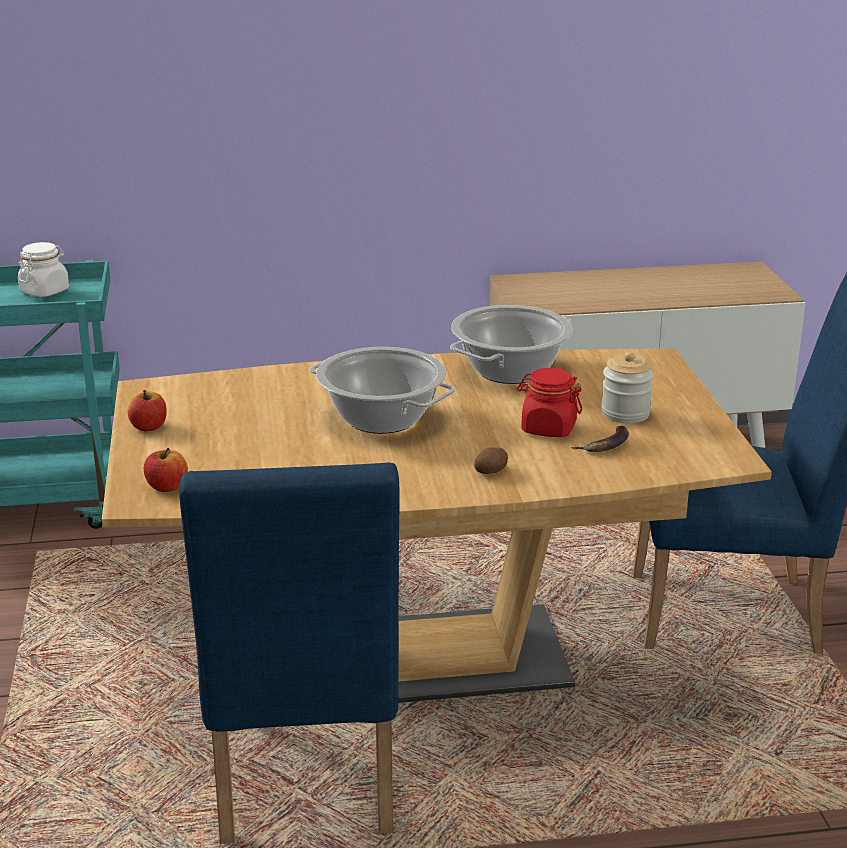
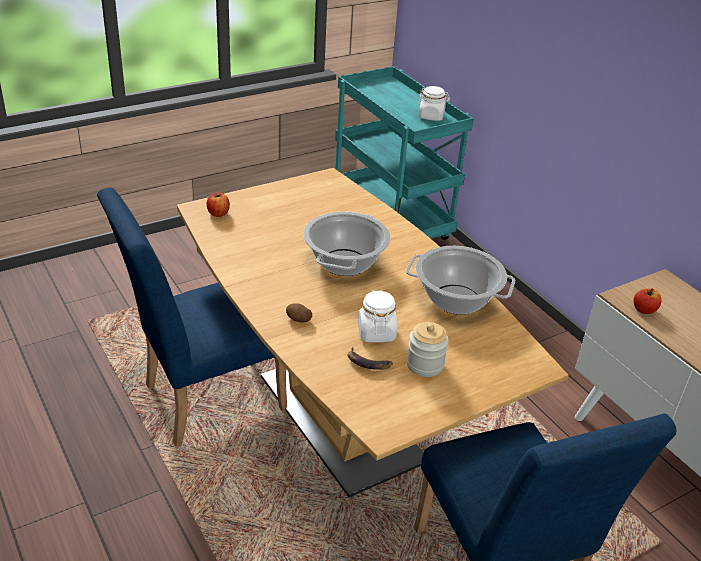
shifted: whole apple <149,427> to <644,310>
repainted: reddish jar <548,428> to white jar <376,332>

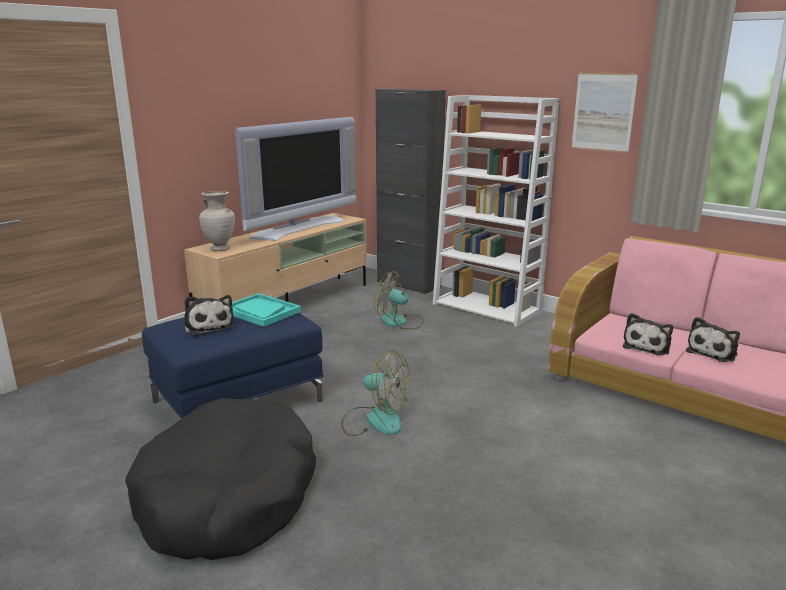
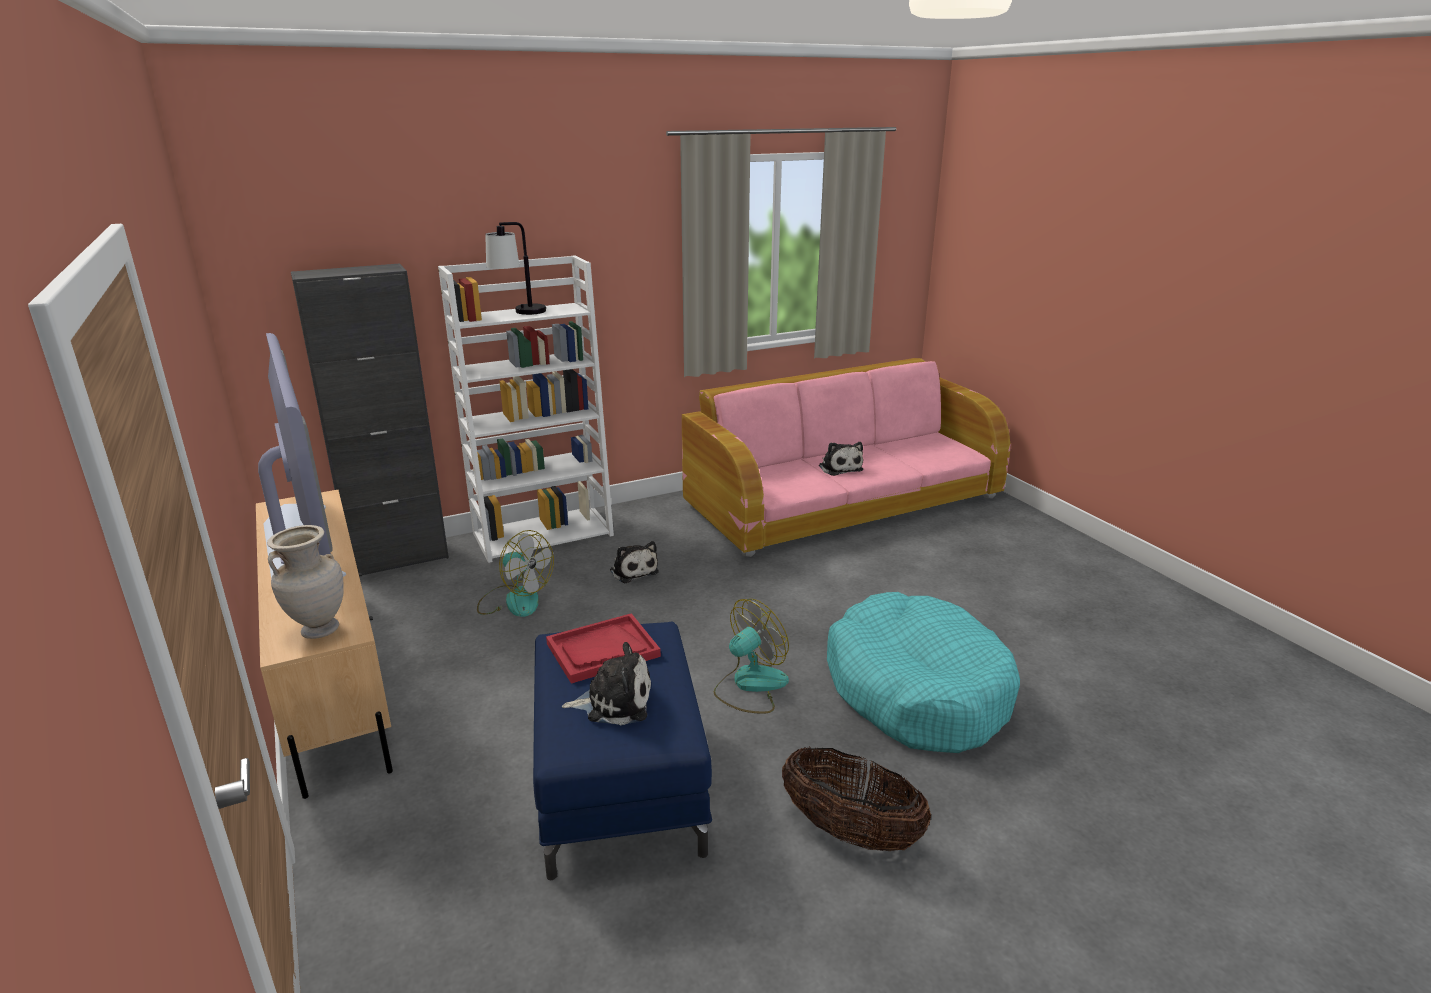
gone: wall art <603,112>
new: lamp for a table <520,314>; turquoise-coloured dog bed <916,690>
shifted: cuddly toy <647,346> to <633,571>
swapped: blackish dog bed <228,497> to basket <850,832>
repainted: turquoise-coloured serving tray <261,312> to reddish serving tray <602,650>
rotated: electric fan <399,322> = <514,600> 105 degrees counterclockwise

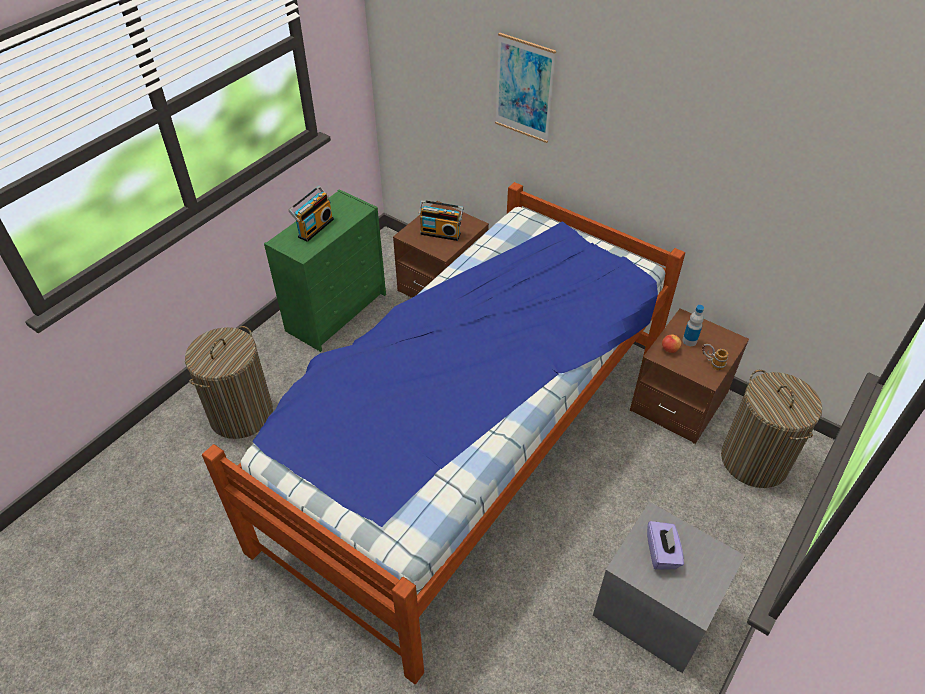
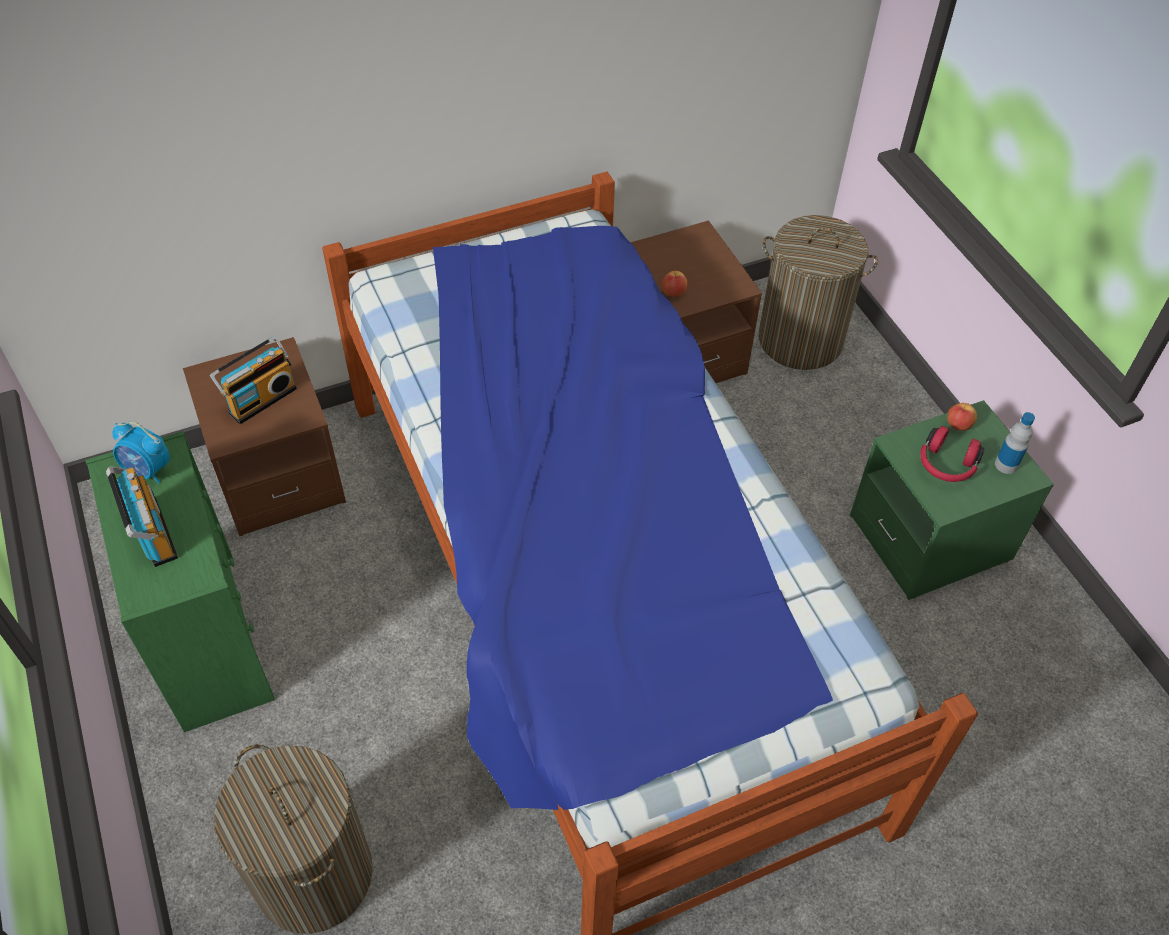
gone: wall art <524,88>; tea mug <711,363>
new: alarm clock <148,471>; whole apple <958,425>
shifted: drink bottle <689,341> to <1006,465>
swapped: purplish box of tissues <662,553> to reddish pair of headphones <946,465>
repainted: gray night table <656,610> to greenish night table <930,538>

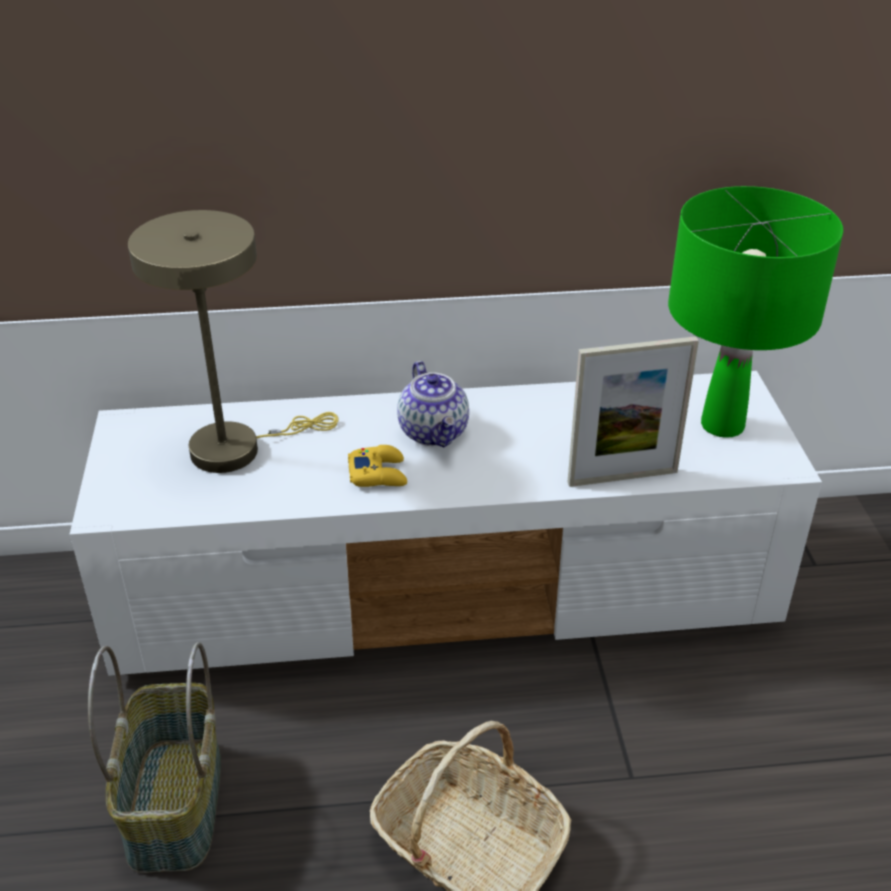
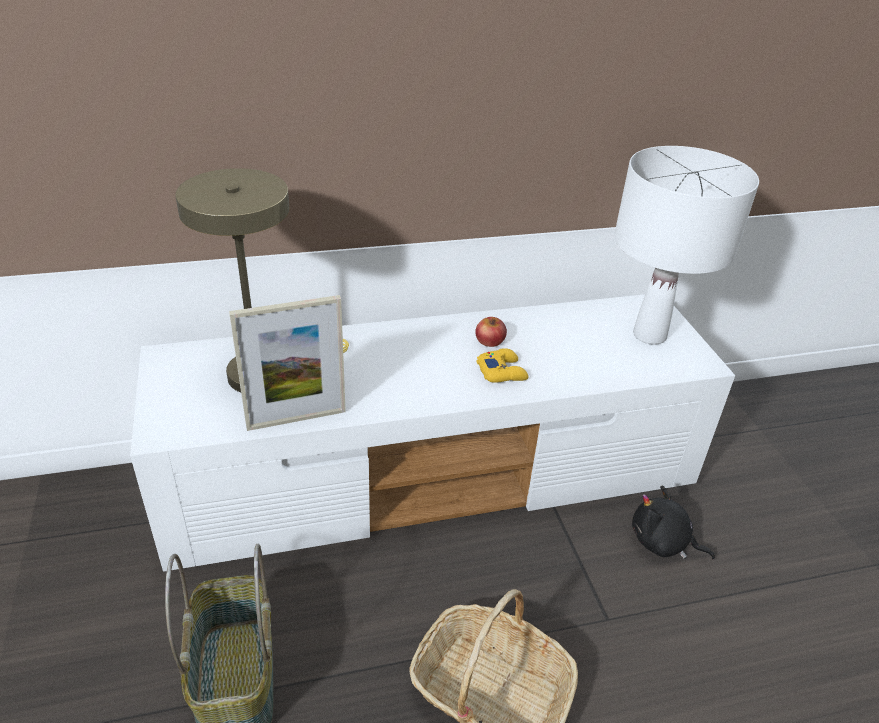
gone: pot for tea <434,432>
new: whole apple <490,341>; blackish cuddly toy <663,542>
shifted: yellow-coloured game controller <378,473> to <502,371>; photo frame <622,477> to <296,419>
repainted: greenish lamp for a table <721,425> to white lamp for a table <649,335>

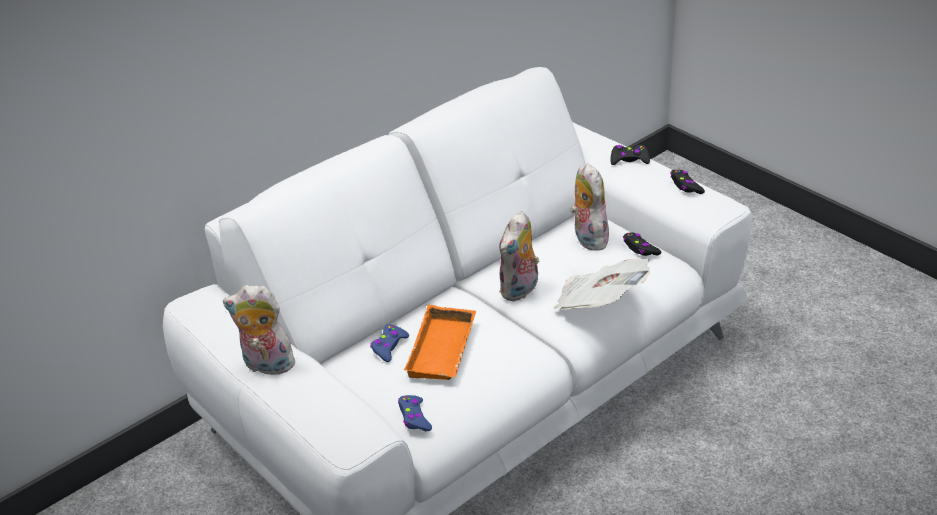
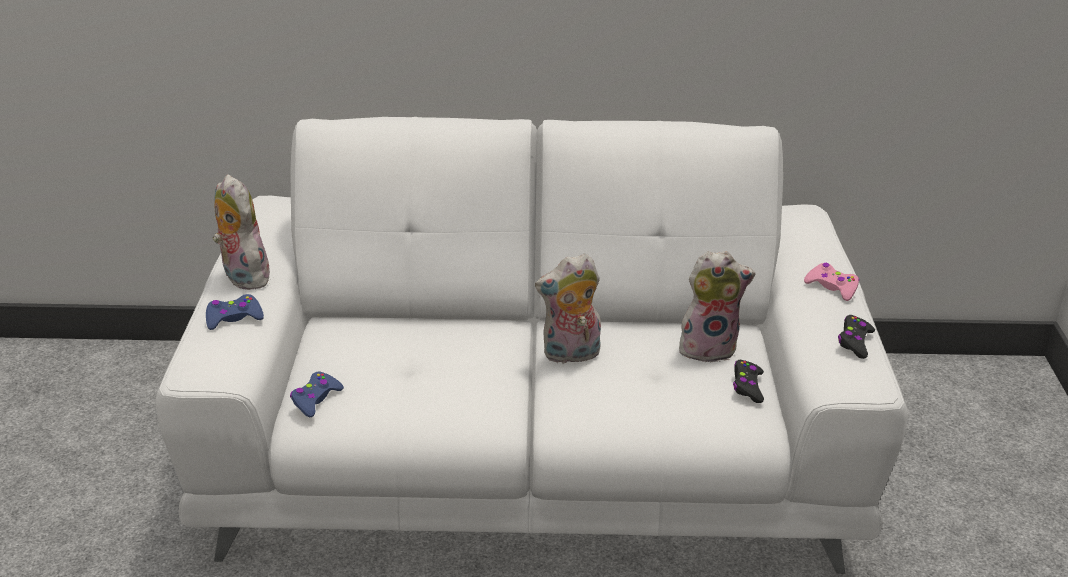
gone: orange-coloured serving tray <444,351>; newspaper <600,304>
shifted: blue game controller <389,347> to <233,318>
repainted: blackish game controller <629,159> to pink-coloured game controller <832,287>
rotated: cuddly toy <587,238> = <709,347> 60 degrees clockwise

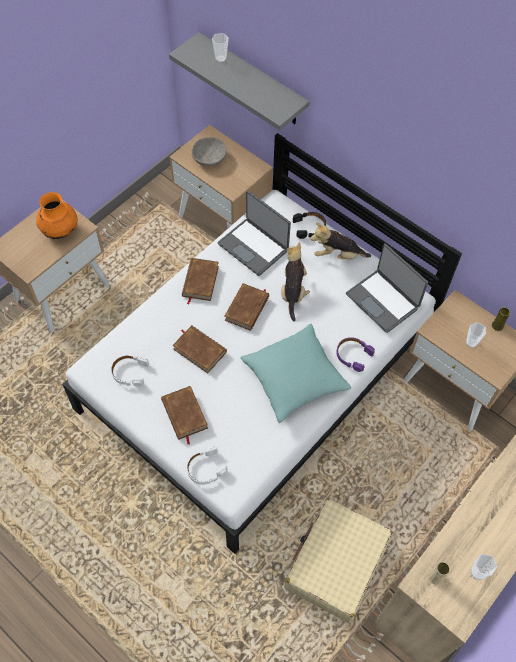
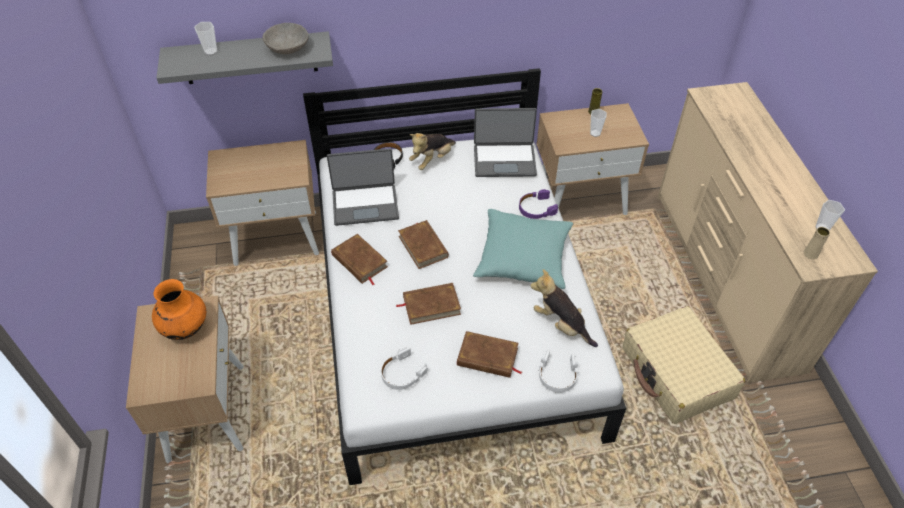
shifted: gray bowl <209,158> to <287,48>; cuddly toy <293,292> to <561,324>

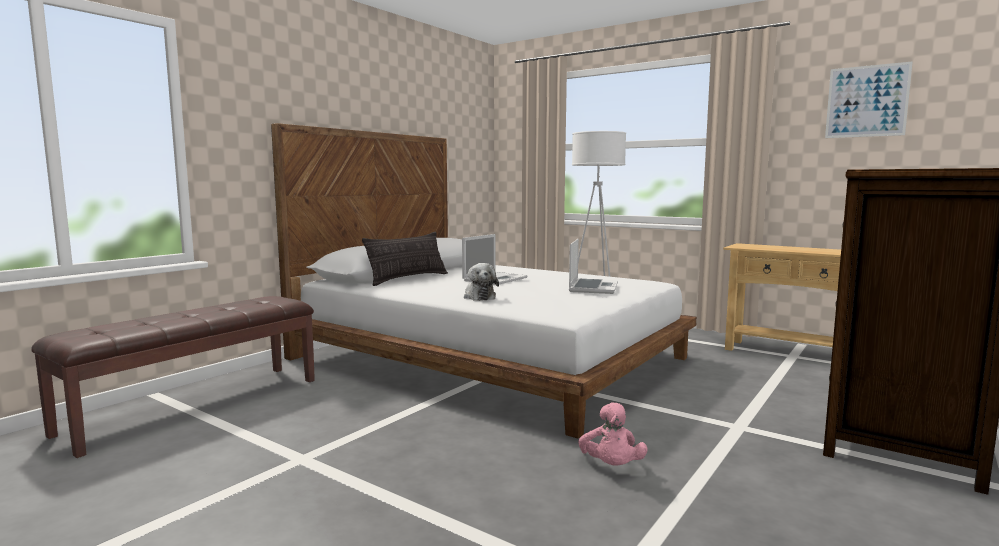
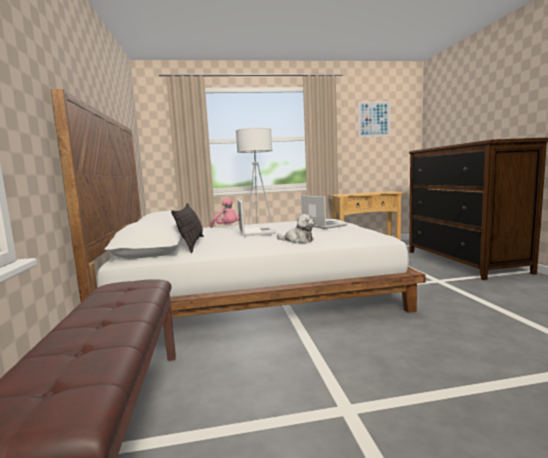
shifted: pink-coloured cuddly toy <611,466> to <227,227>

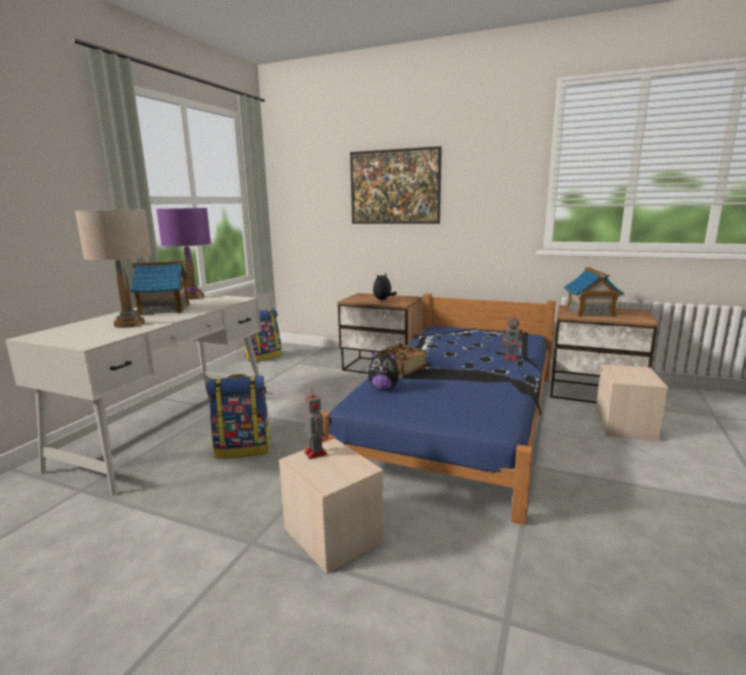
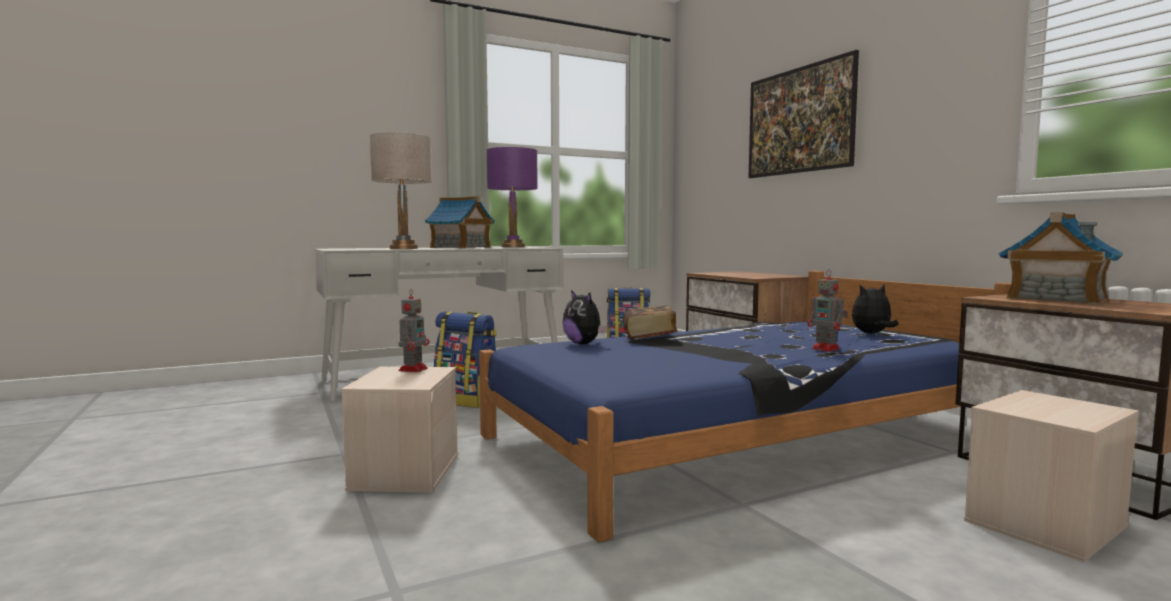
shifted: cuddly toy <383,299> to <872,333>

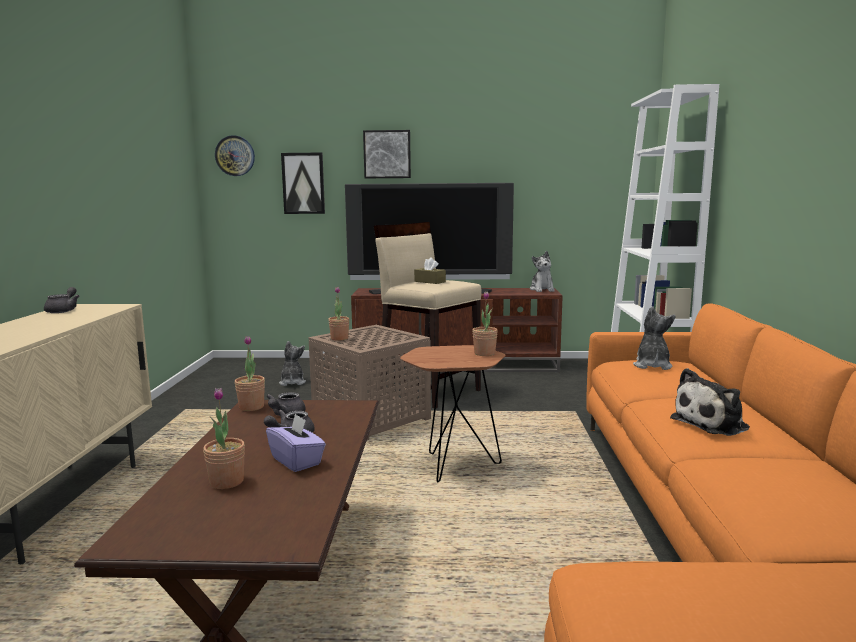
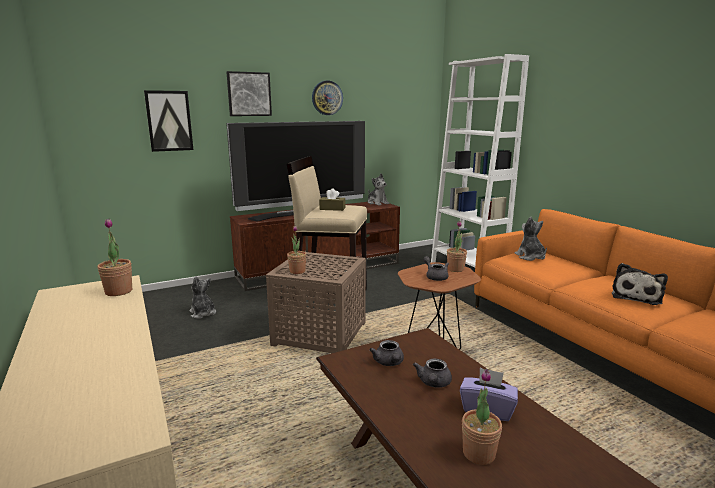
shifted: gray pot for tea <63,310> to <435,276>; wall clock <235,156> to <327,98>; plant in a pot <251,407> to <118,291>

